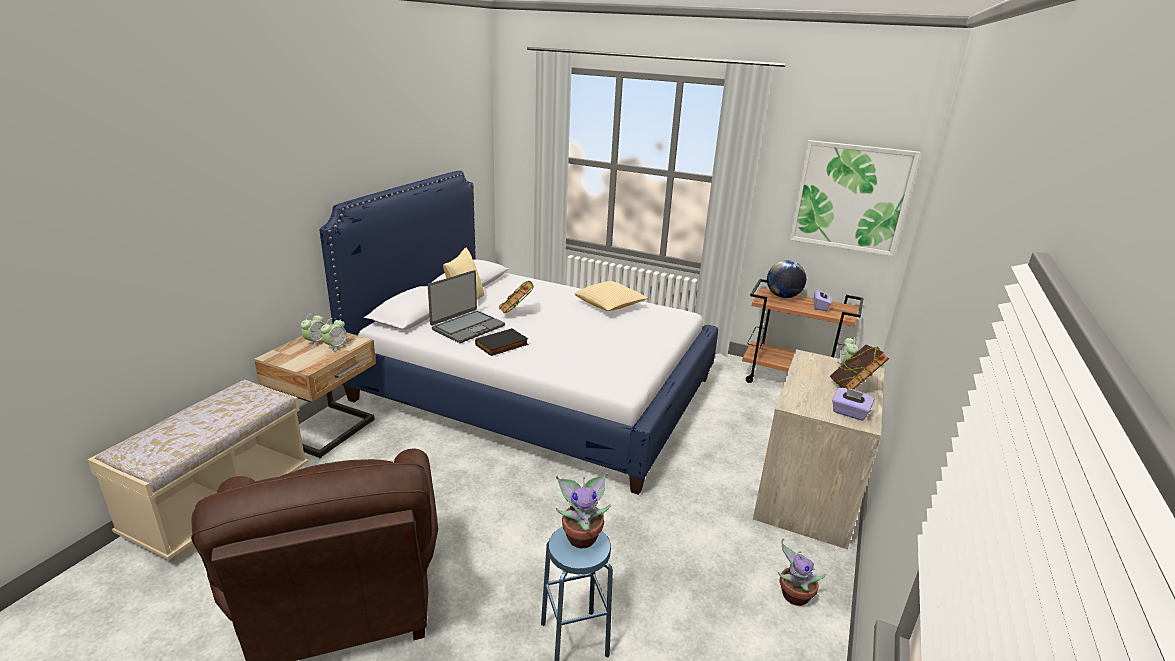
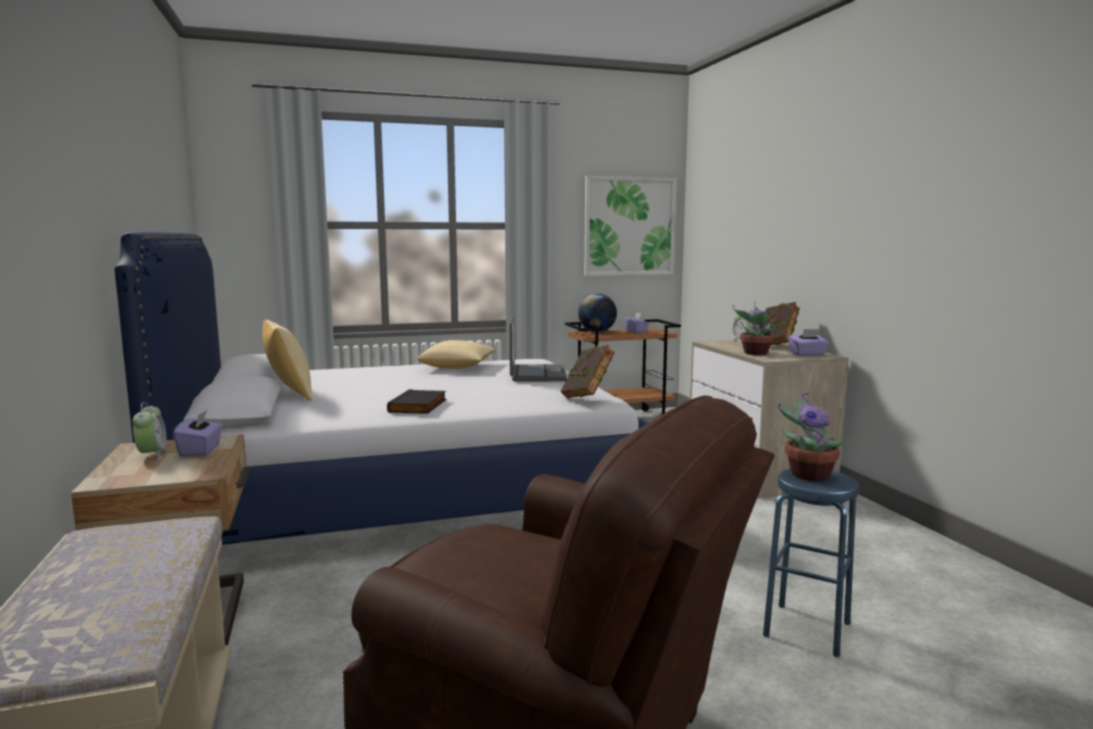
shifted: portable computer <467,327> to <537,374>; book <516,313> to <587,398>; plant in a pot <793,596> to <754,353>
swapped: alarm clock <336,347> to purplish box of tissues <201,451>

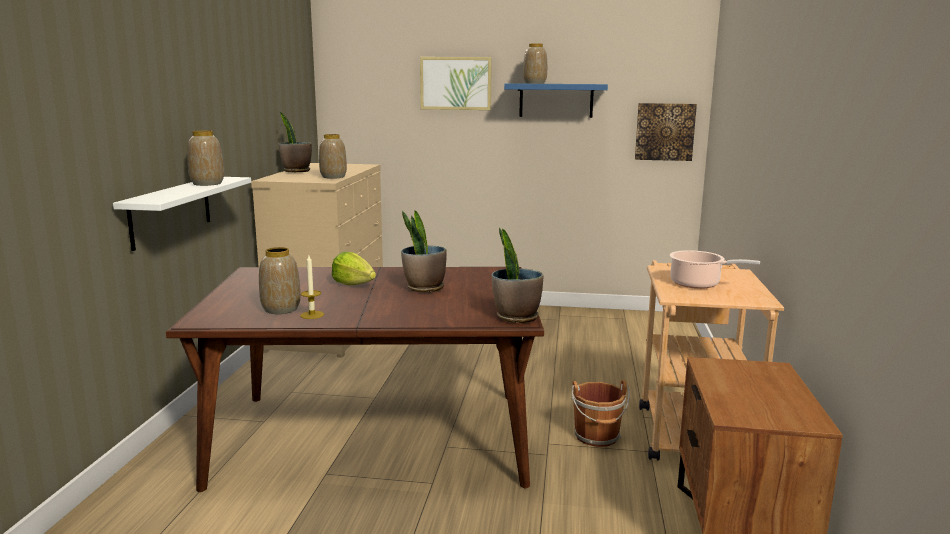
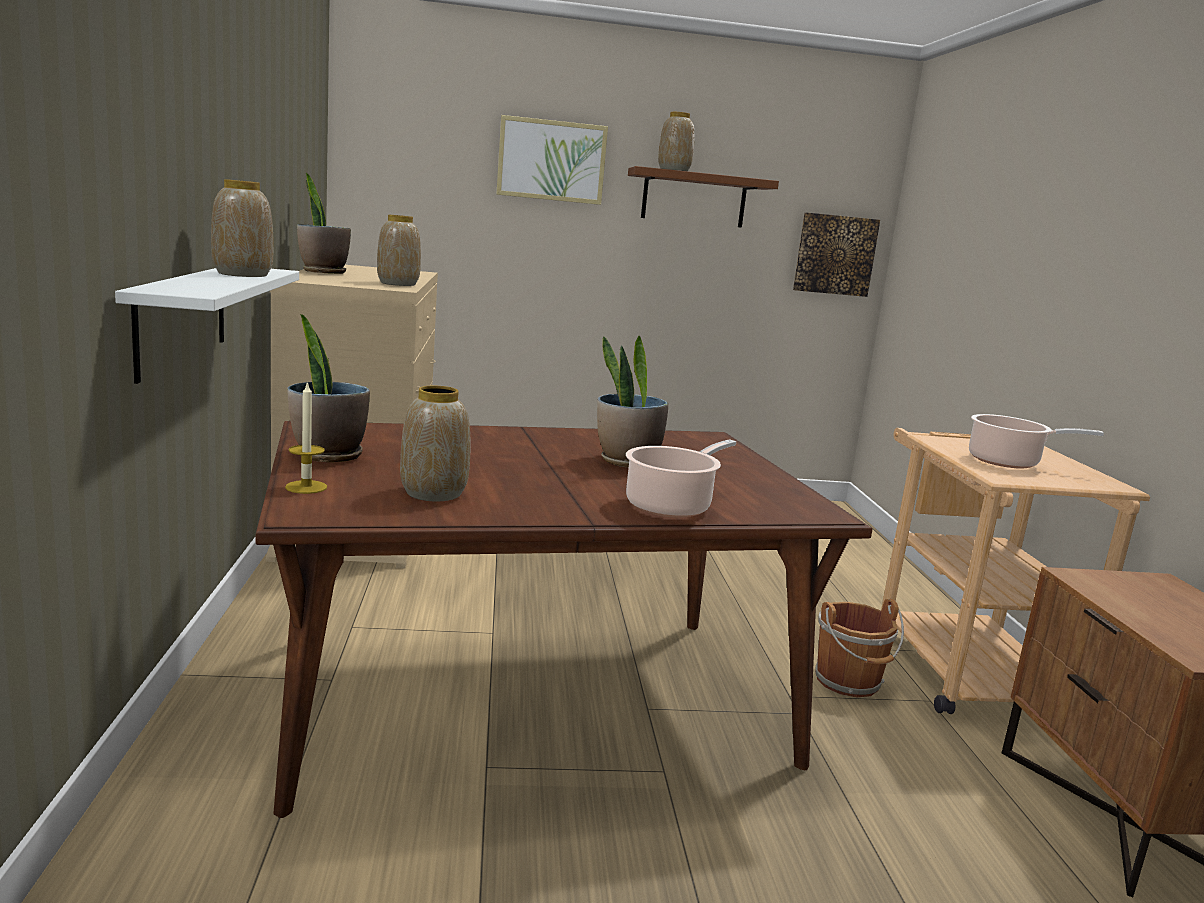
gone: head of lettuce <353,284>
new: stockpot <671,505>
shifted: candle <312,315> to <306,487>; plant in a pot <516,317> to <327,455>
repainted: blue wall shelf <556,100> to brownish wall shelf <694,199>

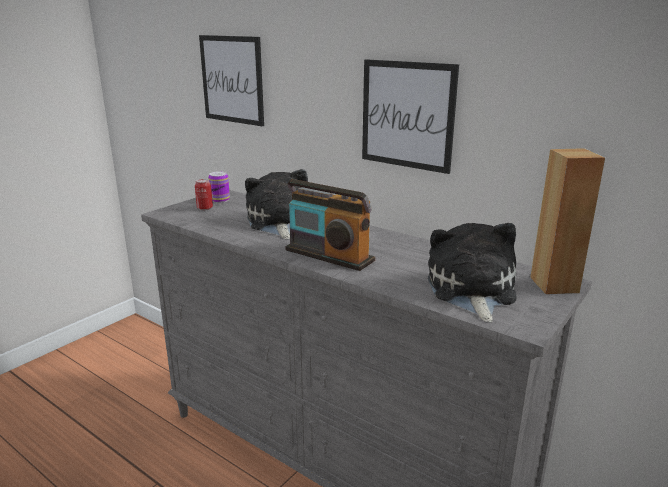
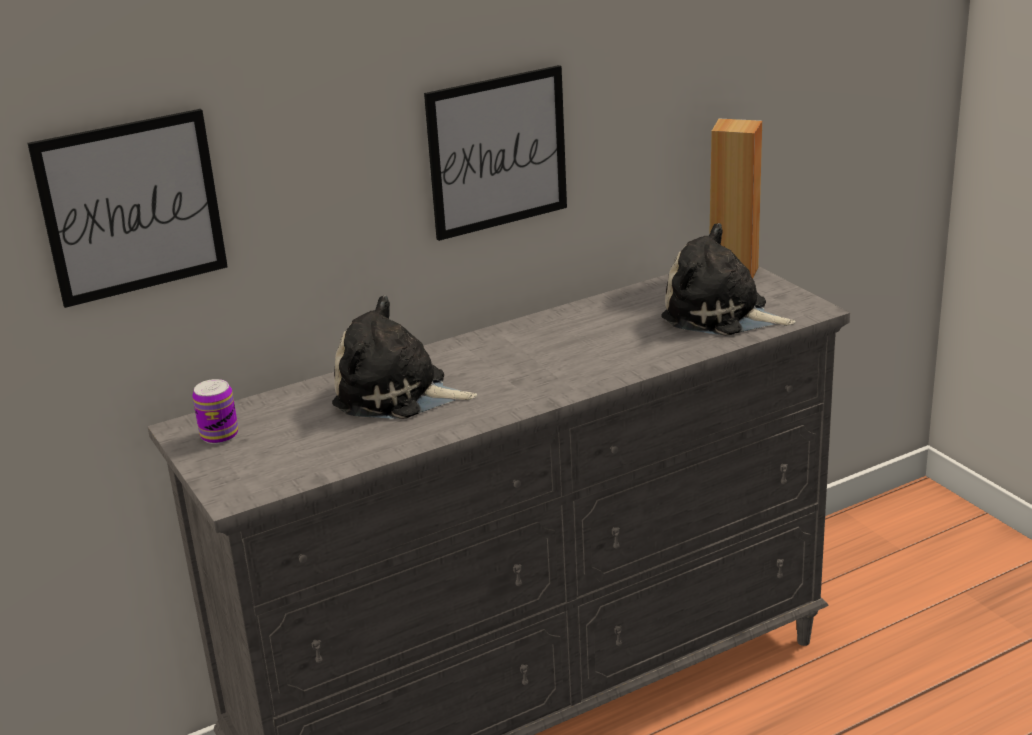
gone: metal can <204,208>; radio receiver <329,255>

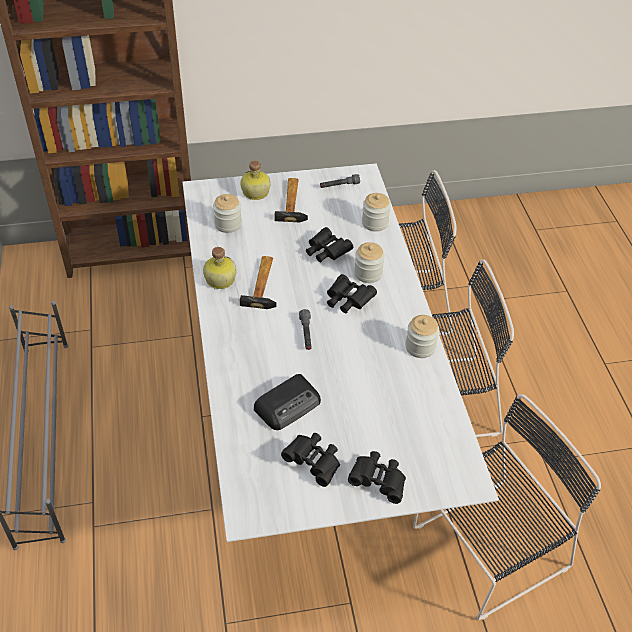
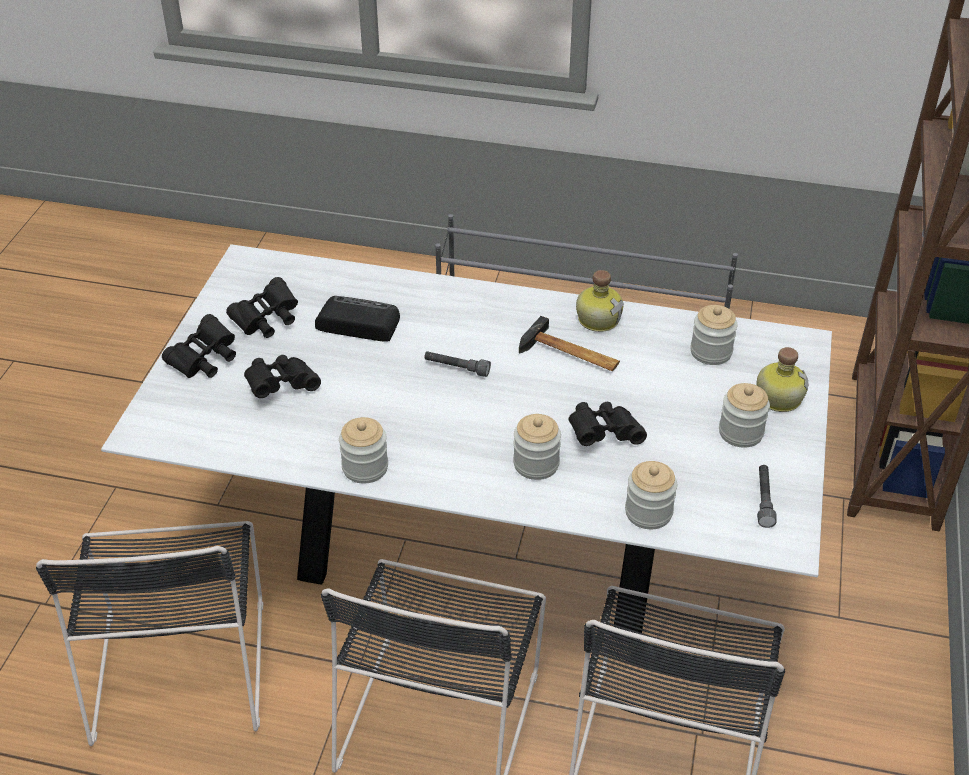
shifted: blackish pair of binoculars <347,301> to <281,385>
swapped: tool hammer <293,201> to jar <740,432>
rotated: radio receiver <288,405> = <357,323> 120 degrees clockwise

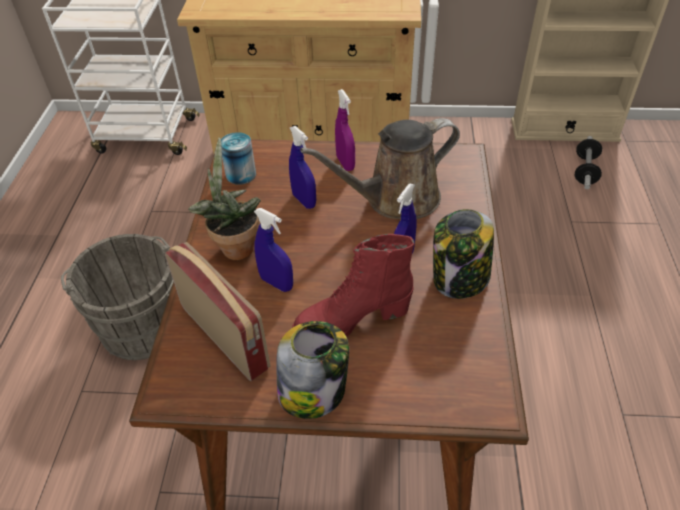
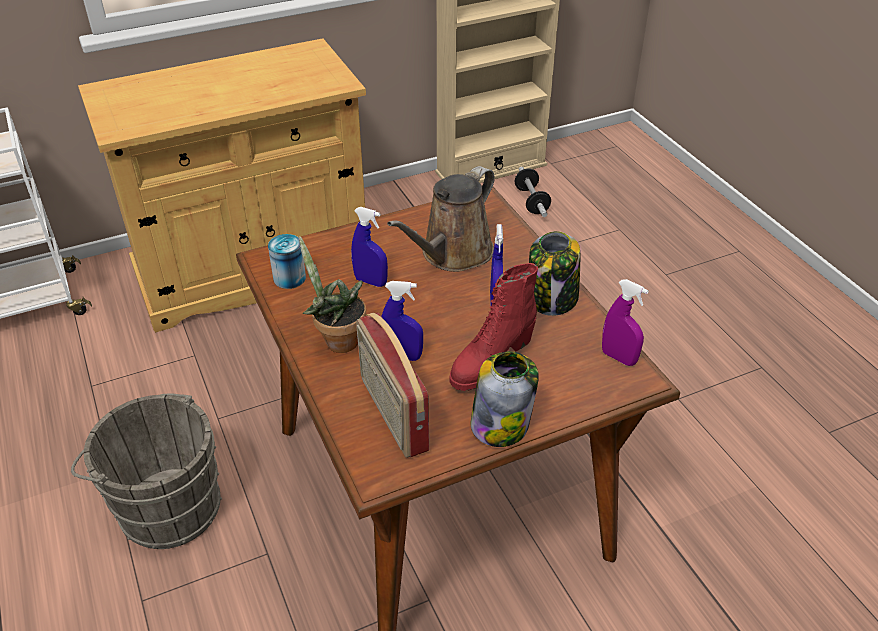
shifted: purplish sprayer <345,163> to <618,357>
rotated: radio receiver <226,336> = <392,414> 135 degrees counterclockwise

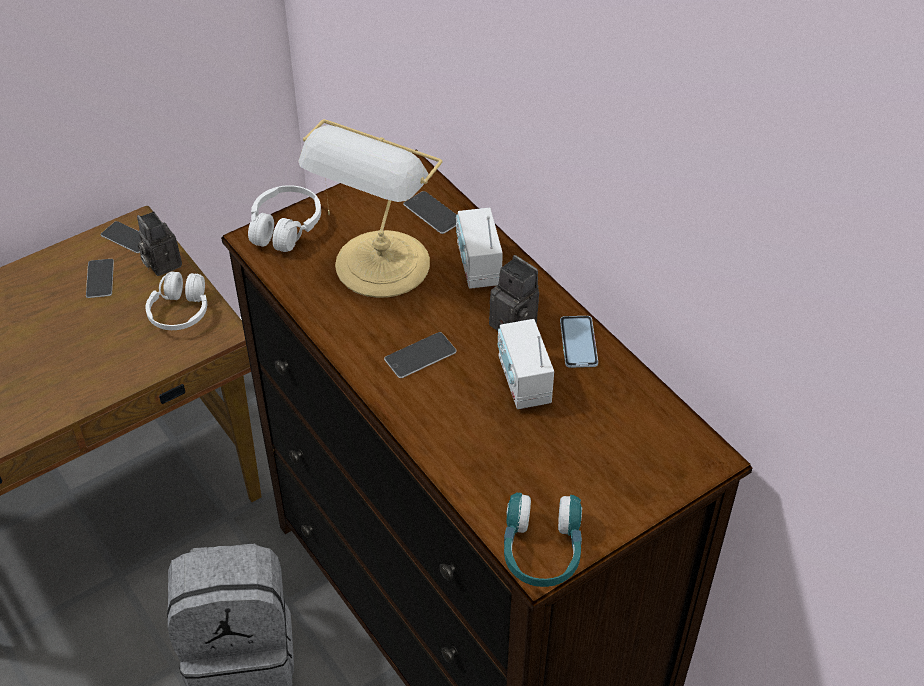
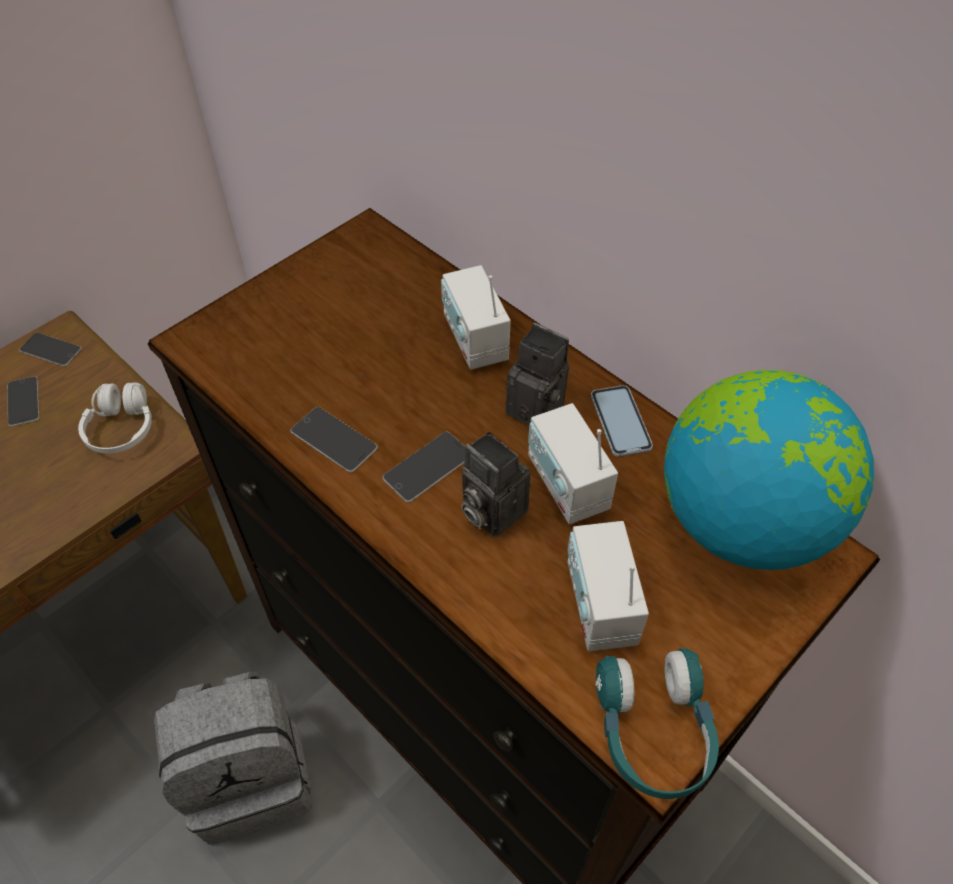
gone: white pair of headphones <285,228>; lamp for a table <380,267>
new: radio receiver <599,605>; desk globe <742,521>
shifted: photo camera <161,263> to <489,510>; handset <433,213> to <333,439>

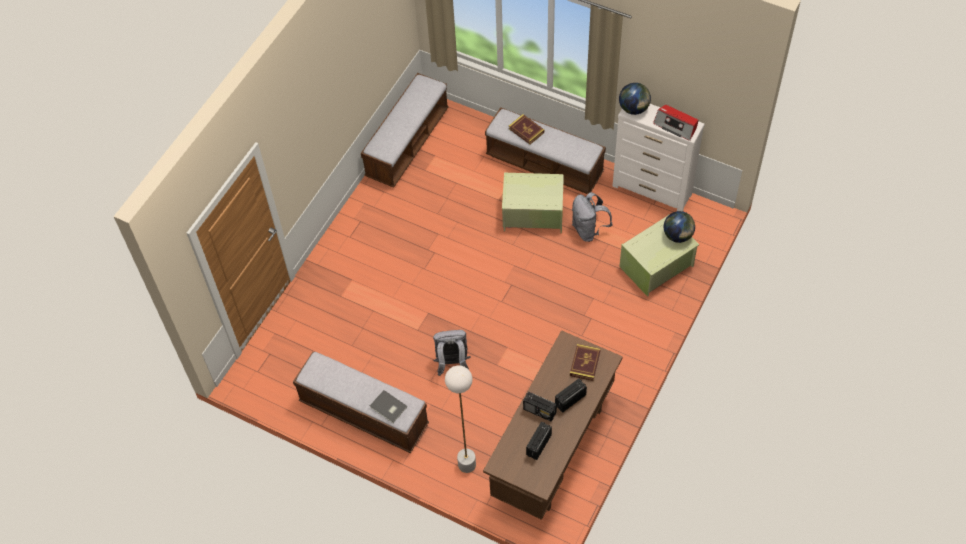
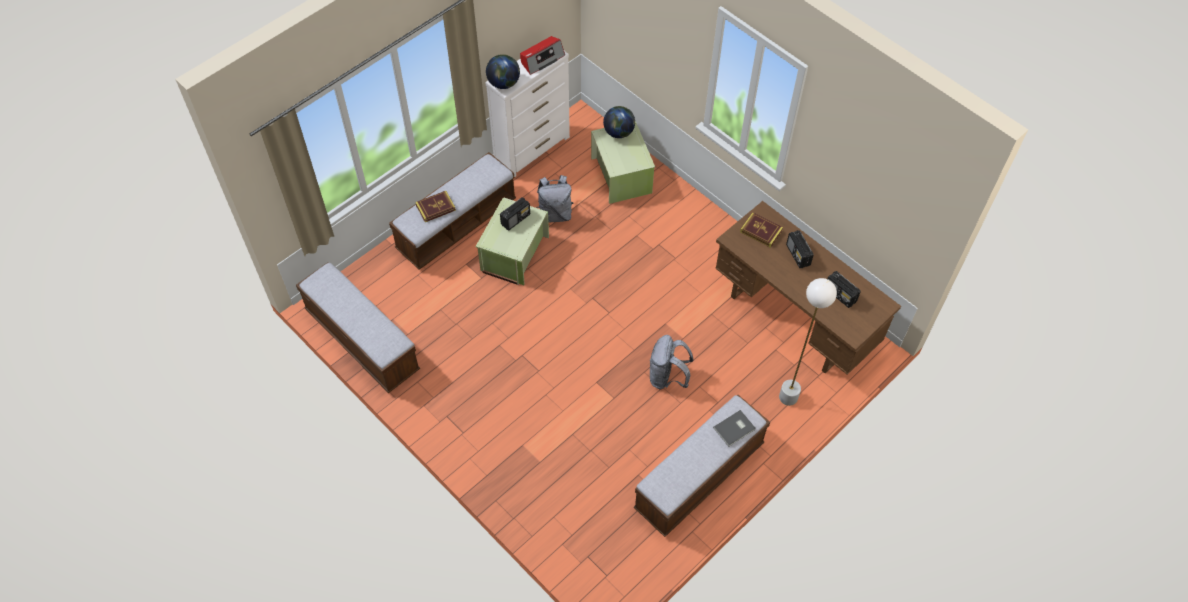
shifted: radio receiver <540,411> to <516,219>

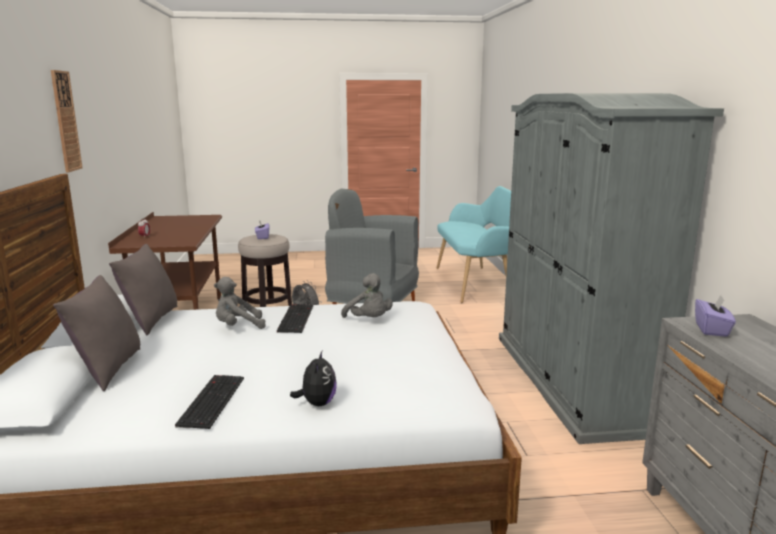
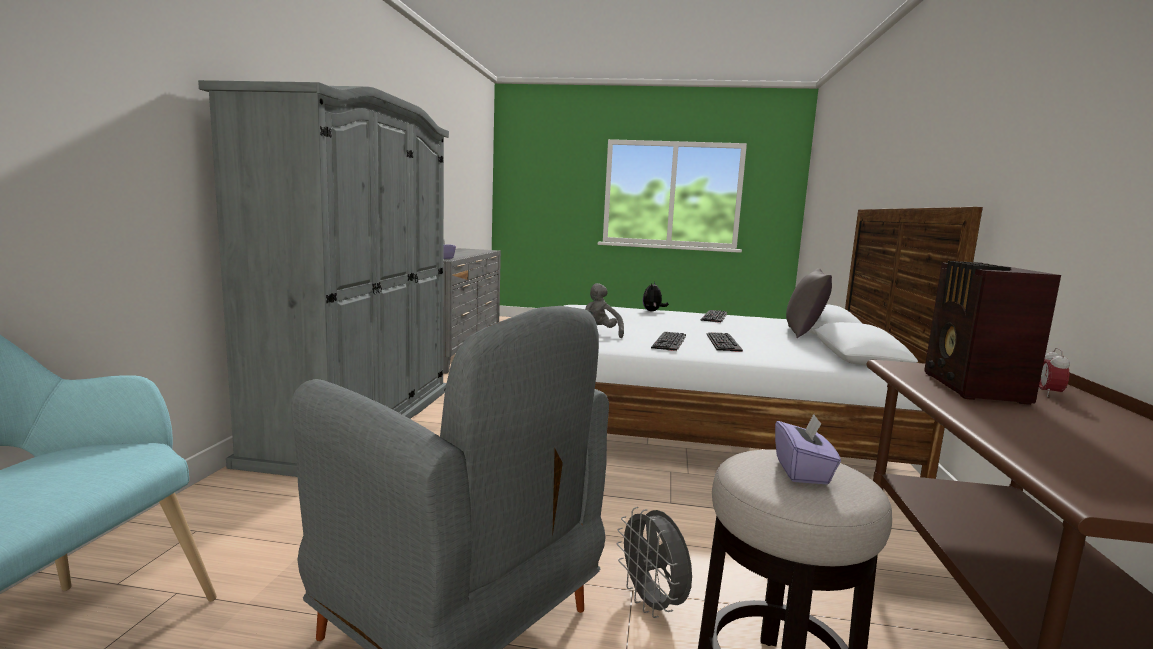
gone: wall clock <65,121>; gray cushion <150,321>
new: radio receiver <973,388>
swapped: gray cuddly toy <238,327> to computer keyboard <724,343>

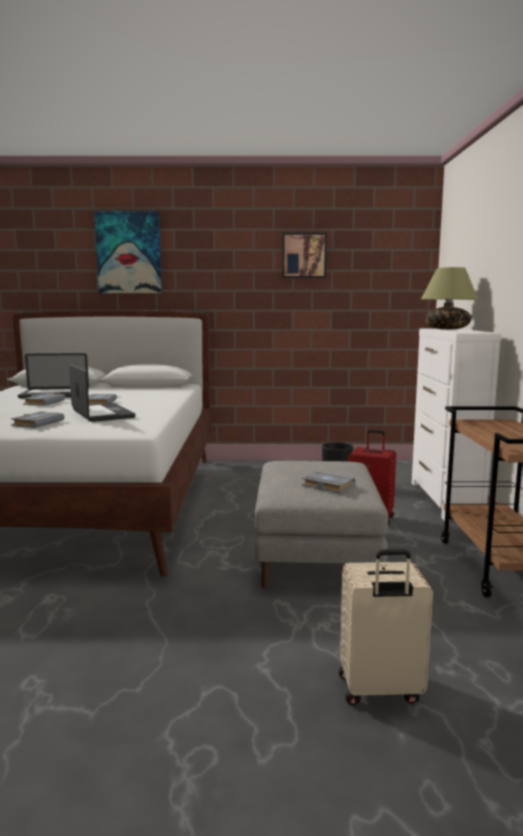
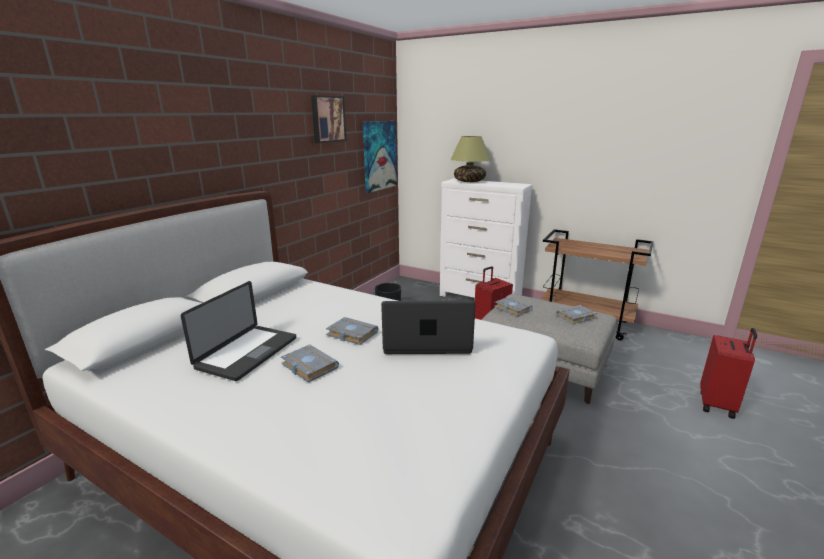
shifted: gray book <37,423> to <511,308>; wall art <129,253> to <379,155>
repainted: sand-coloured piece of luggage <380,690> to reddish piece of luggage <717,405>

